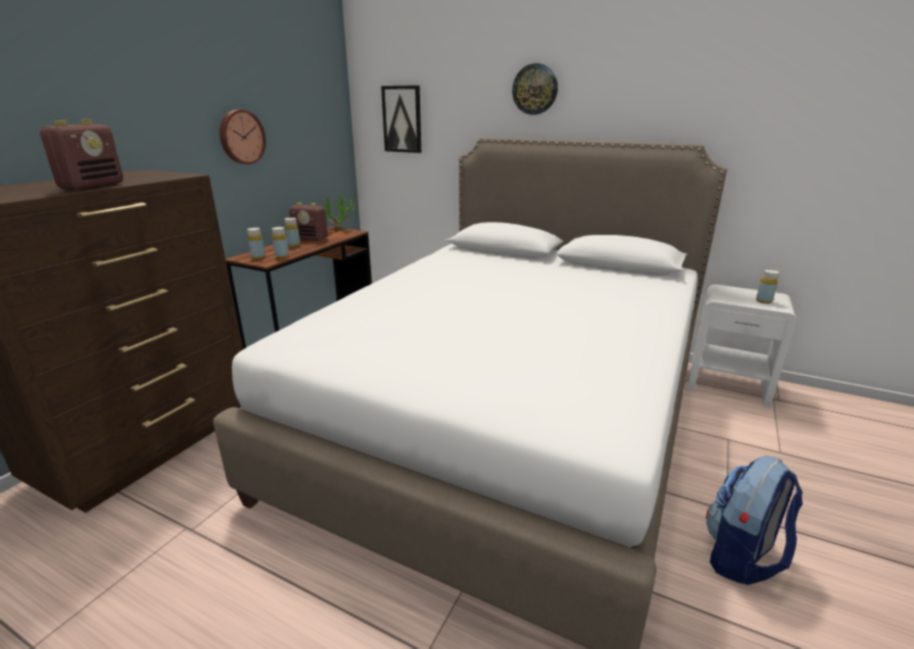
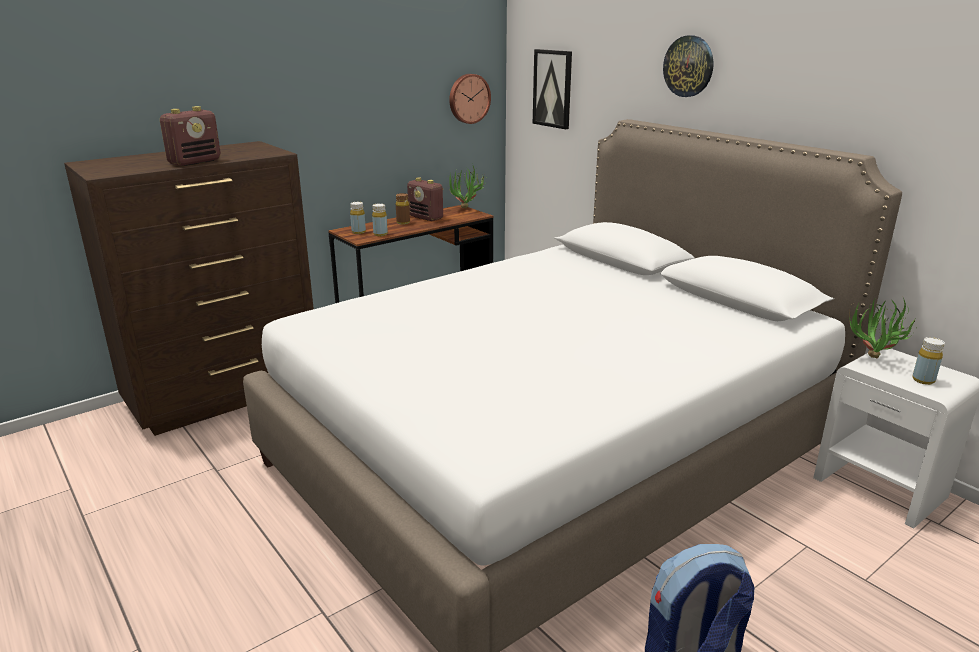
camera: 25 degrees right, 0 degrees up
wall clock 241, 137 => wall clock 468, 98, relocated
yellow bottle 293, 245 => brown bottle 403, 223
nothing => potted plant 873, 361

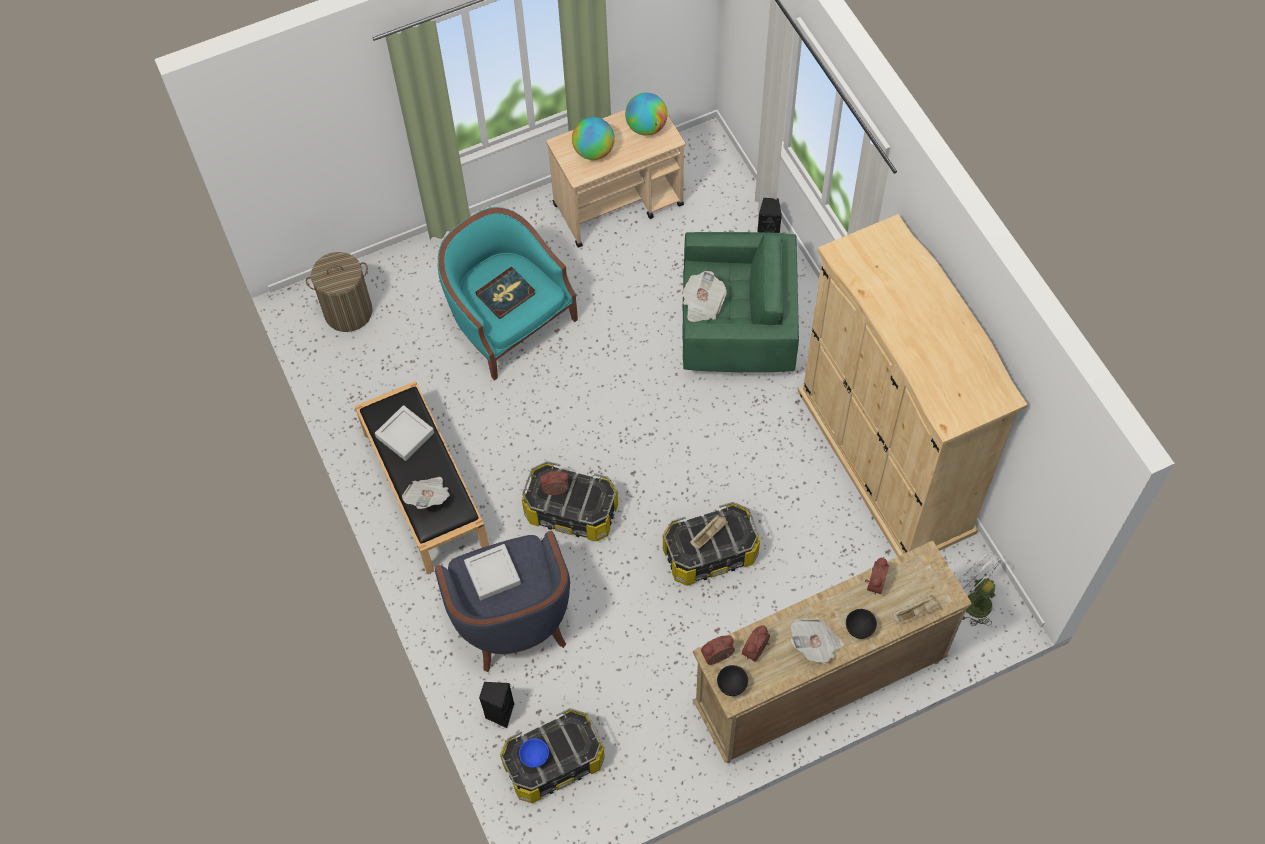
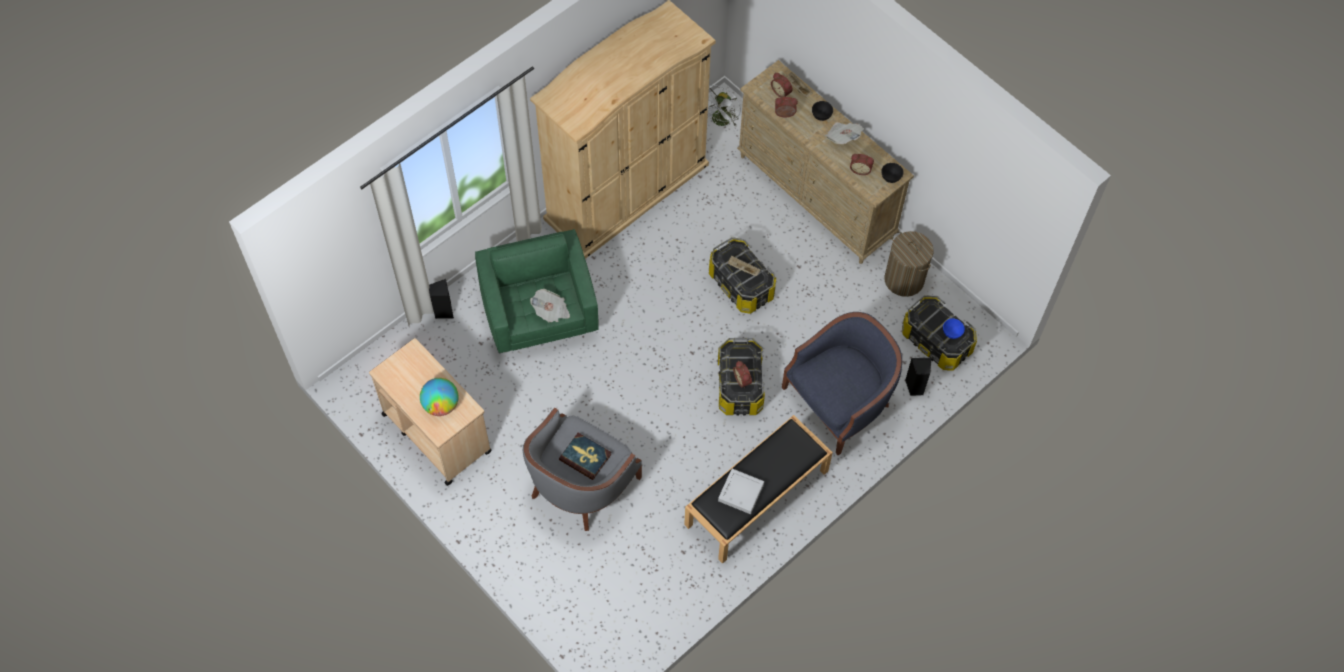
camera: 110 degrees left, 0 degrees up
globe 646, 127 => nothing
turquoise armchair 509, 321 => grey armchair 580, 484
laundry basket 348, 312 => laundry basket 904, 279, relocated
newspaper 429, 497 => nothing
grey tray 493, 574 => nothing
alarm clock 718, 657 => alarm clock 781, 92, relocated

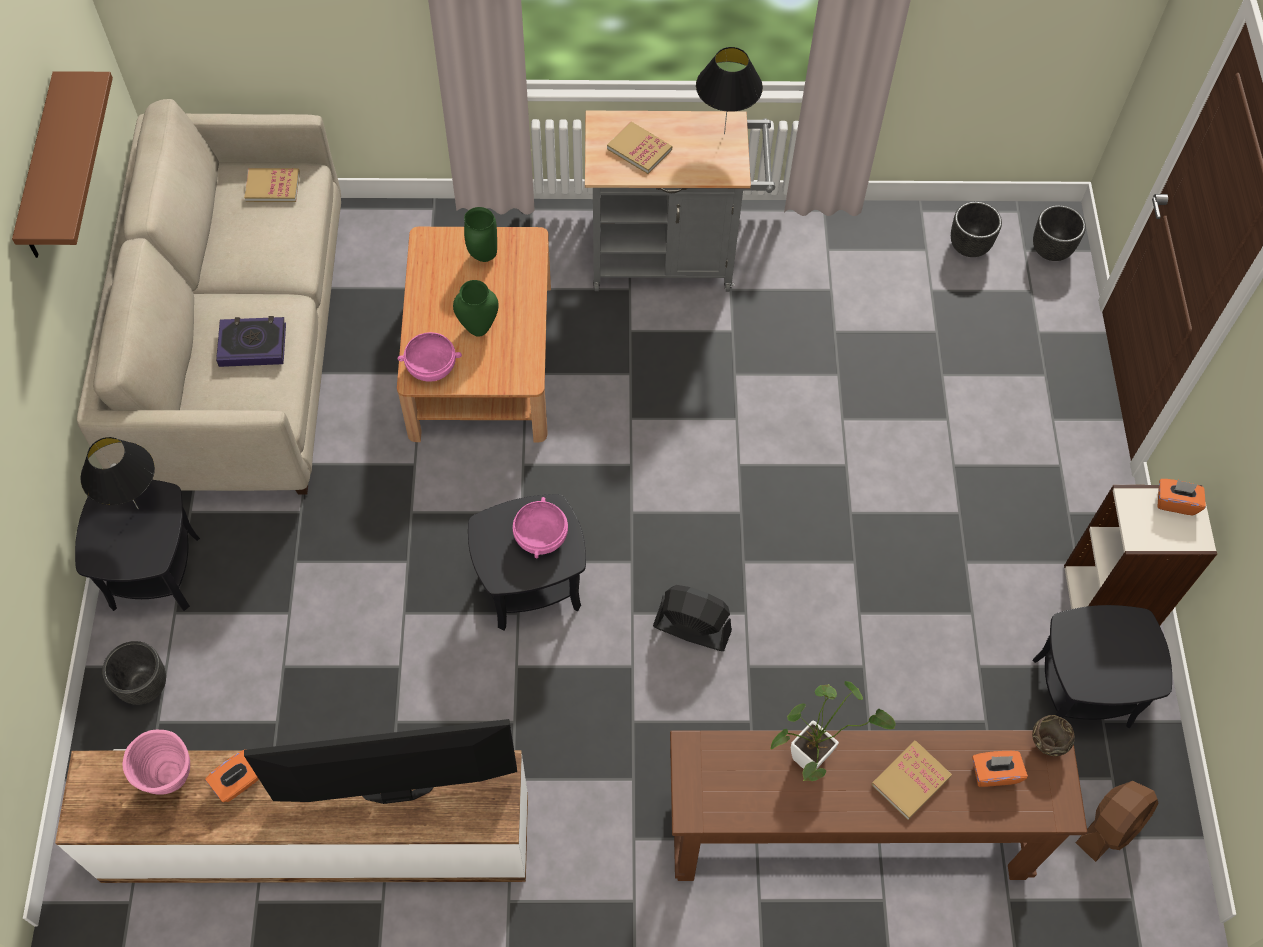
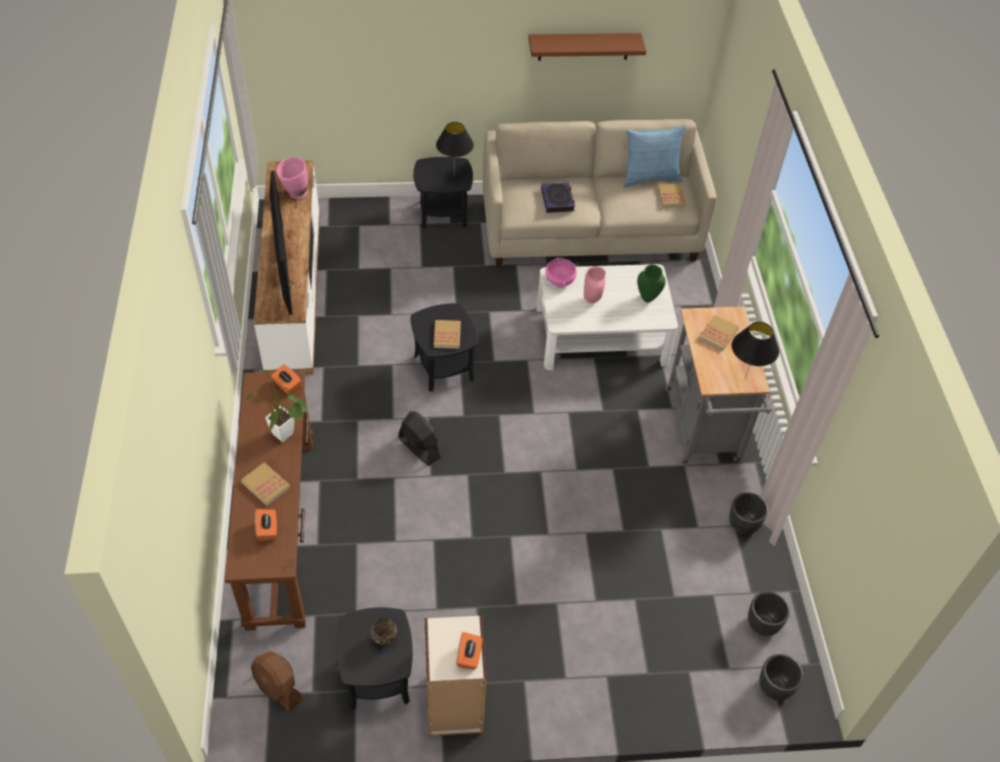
camera: 85 degrees right, 10 degrees down
brown coffee table 481, 358 => white coffee table 601, 335
green vase 478, 328 => pink vase 592, 300
pink bowl 541, 538 => book 447, 335
black fan 691, 628 => black fan 419, 447, 60 degrees counterclockwise
black planter 145, 686 => black planter 743, 525, relocated
brown bowl 1046, 743 => brown bowl 384, 638, relocated
orange tissue box 238, 782 => orange tissue box 287, 386, relocated
nothing => pillow 649, 177

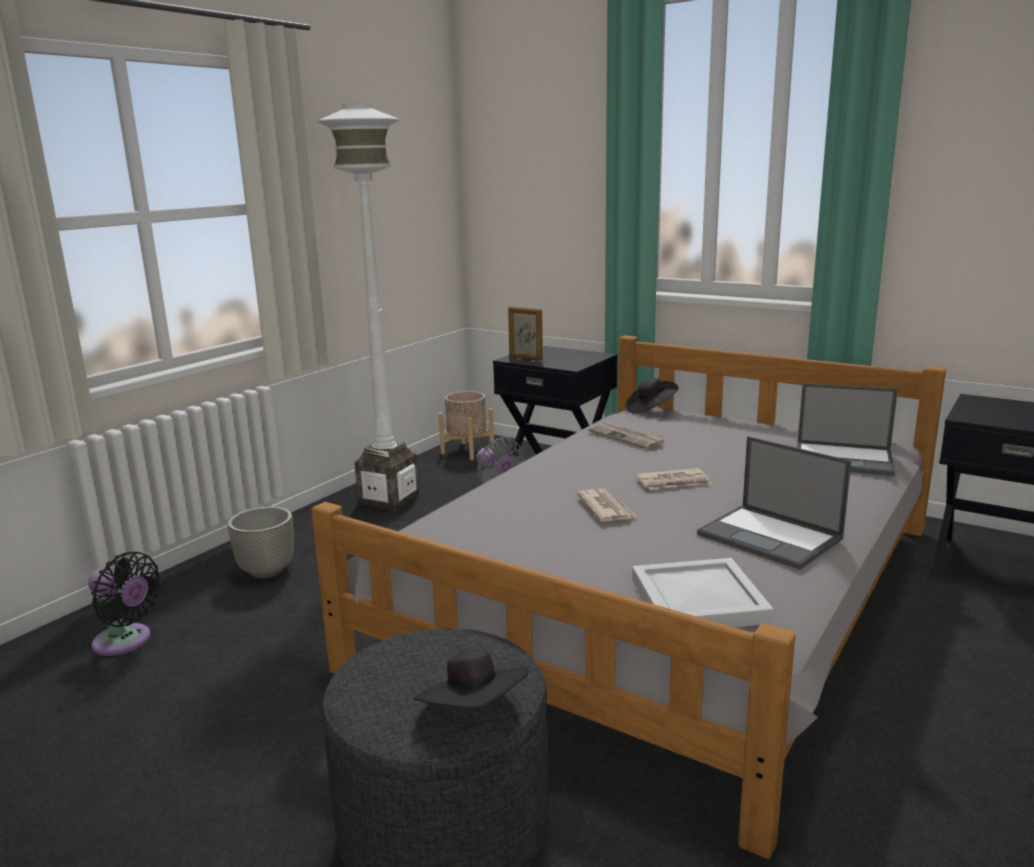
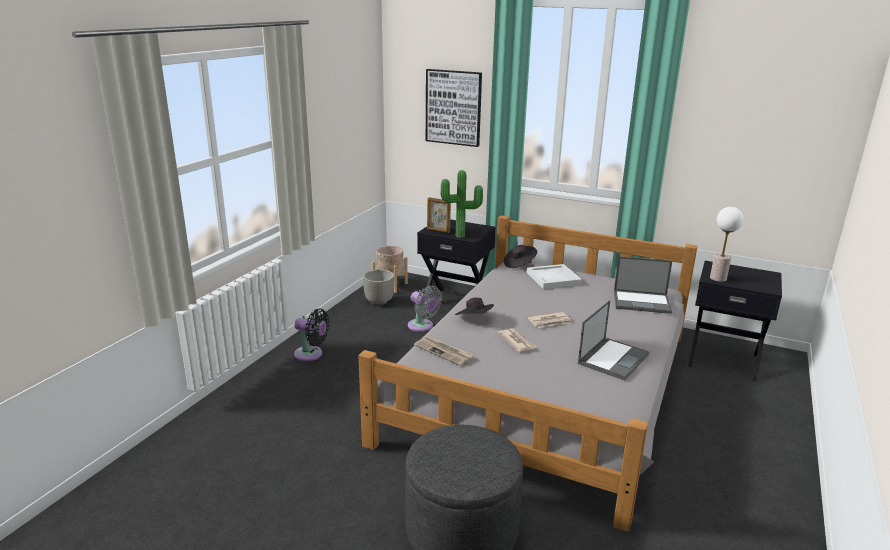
camera: 10 degrees left, 5 degrees up
white floor lamp 389, 499 => nothing
newspaper 627, 438 => newspaper 444, 352, relocated
laptop 771, 537 => laptop 613, 358, 90 degrees counterclockwise
planter 266, 571 => planter 378, 302, relocated
black fan 126, 642 => black fan 311, 354, relocated
white tray 699, 599 => white tray 553, 278, relocated
black hat 474, 712 => black hat 474, 319, relocated
nothing => picture 453, 107
nothing => potted plant 460, 236
nothing => table lamp 718, 278

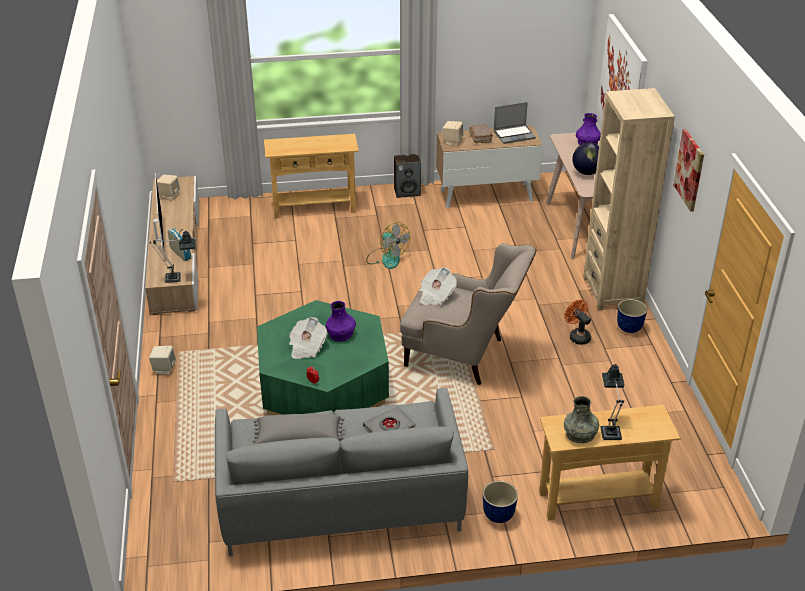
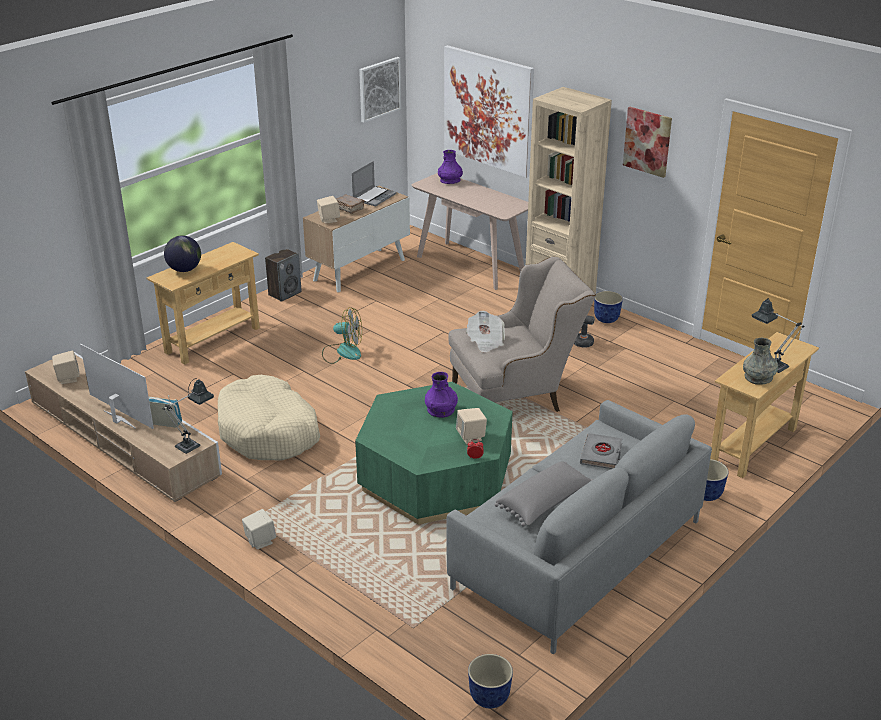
camera: 40 degrees left, 5 degrees down
globe 587, 172 => globe 184, 270, relocated
newspaper 307, 347 => nothing
nothing => picture 379, 89
nothing => beige dog bed 268, 432
nothing => beige speaker 471, 437
nothing => planter 488, 698

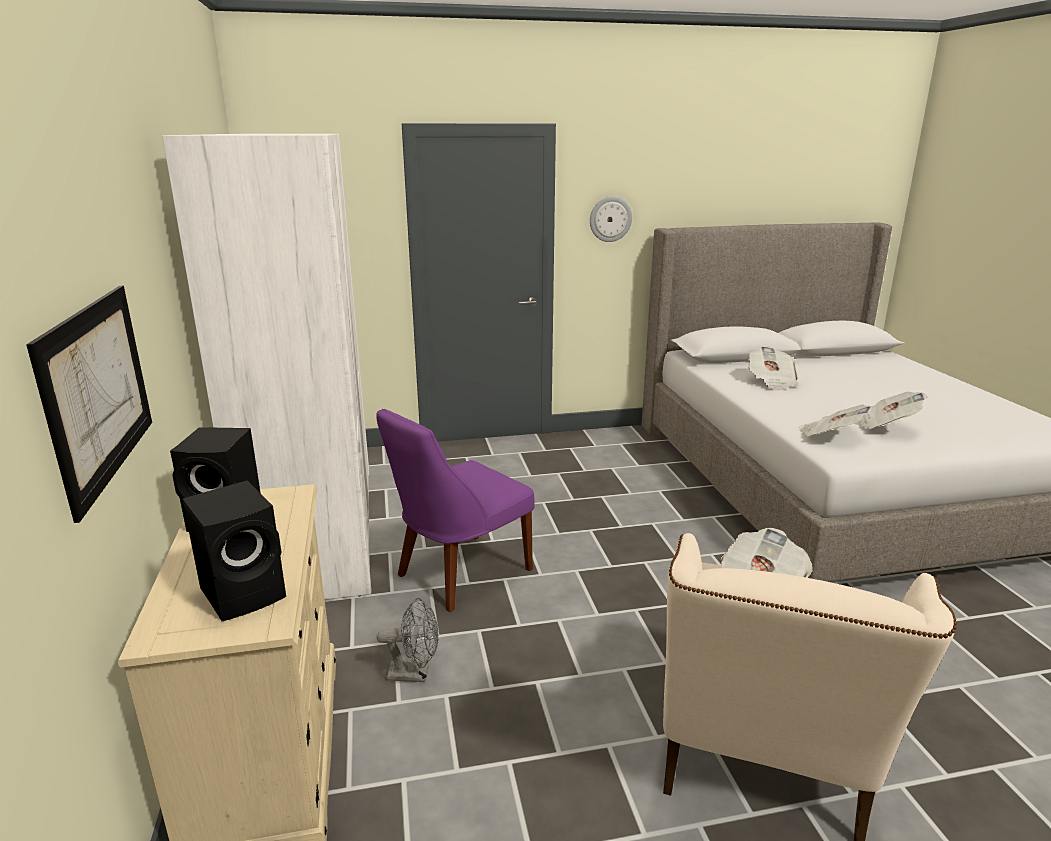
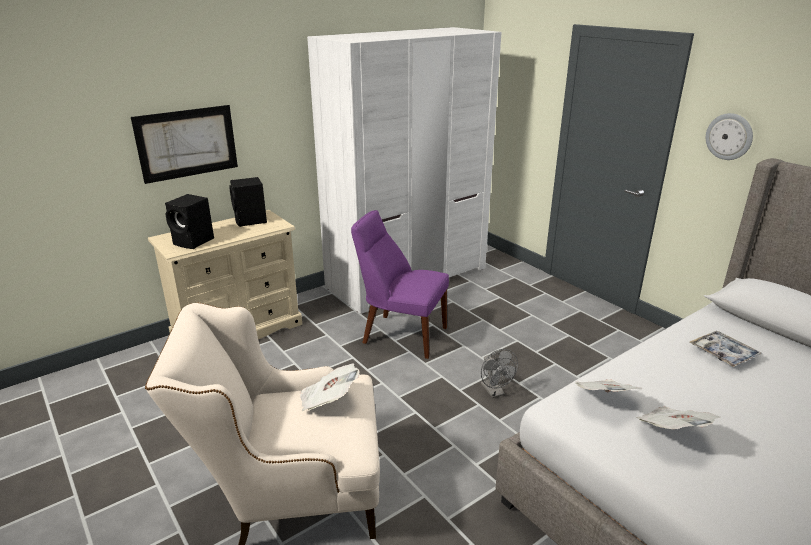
camera: 65 degrees right, 5 degrees up
newspaper 771, 382 => tray 723, 353
grey fan 415, 674 => grey fan 495, 392, relocated

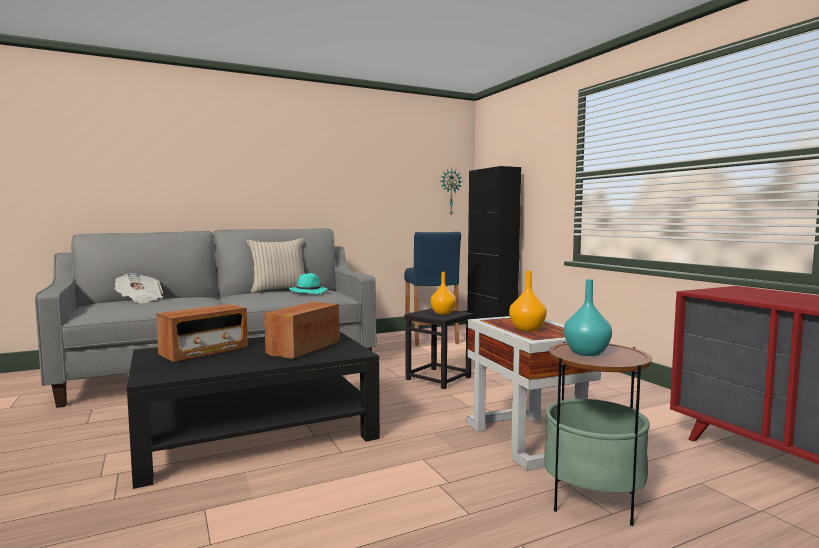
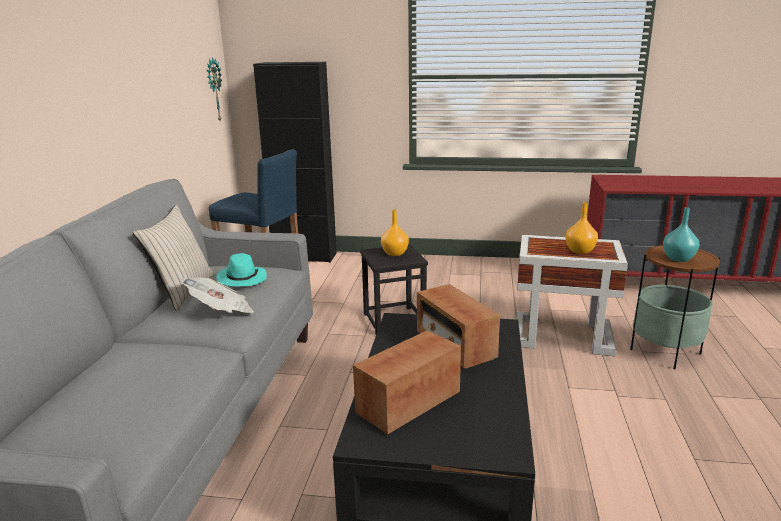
camera: 55 degrees left, 15 degrees up
newspaper 140, 300 => newspaper 221, 311, relocated
radio 204, 351 => radio 408, 403, 120 degrees counterclockwise

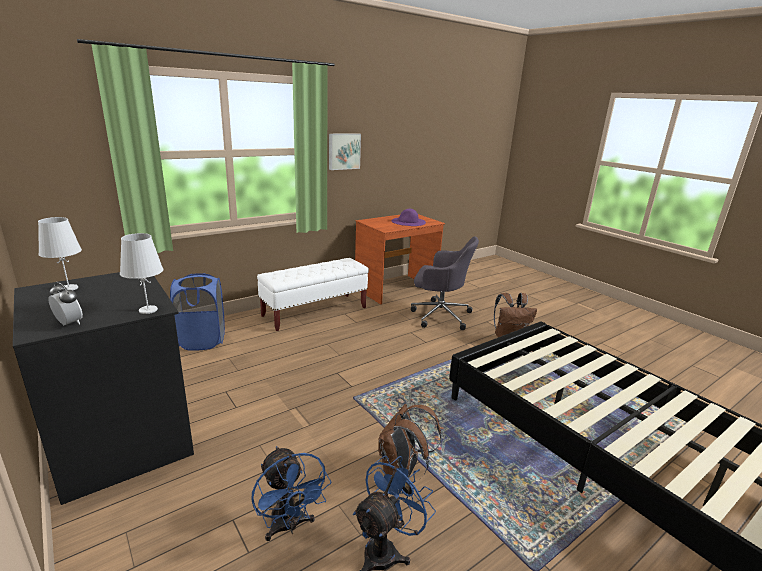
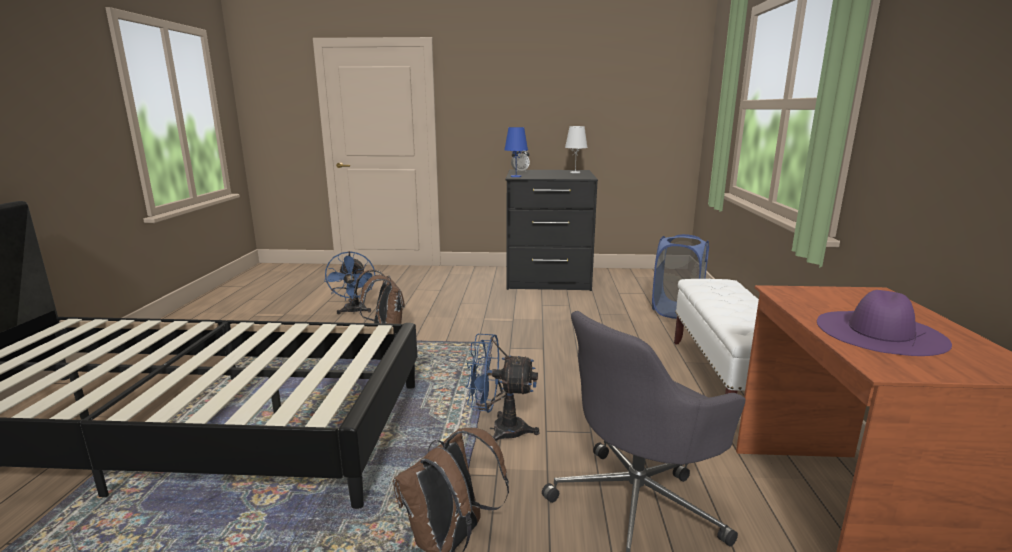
camera: 130 degrees right, 5 degrees down
picture 343, 151 => nothing
white table lamp 148, 310 => blue table lamp 516, 176
blue fan 289, 526 => blue fan 499, 430, relocated

